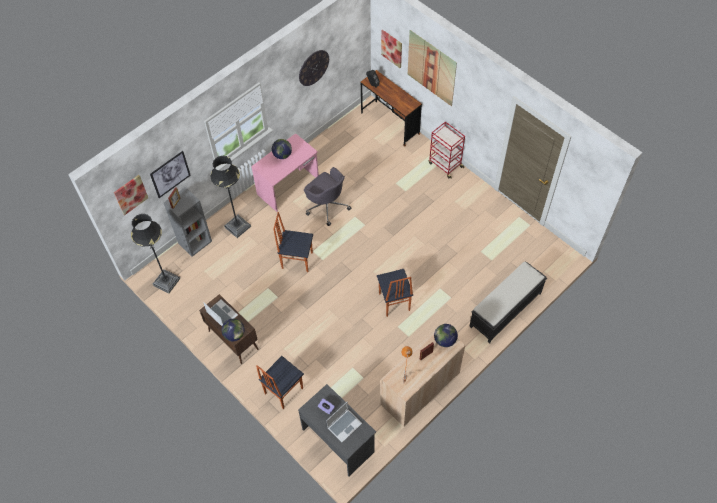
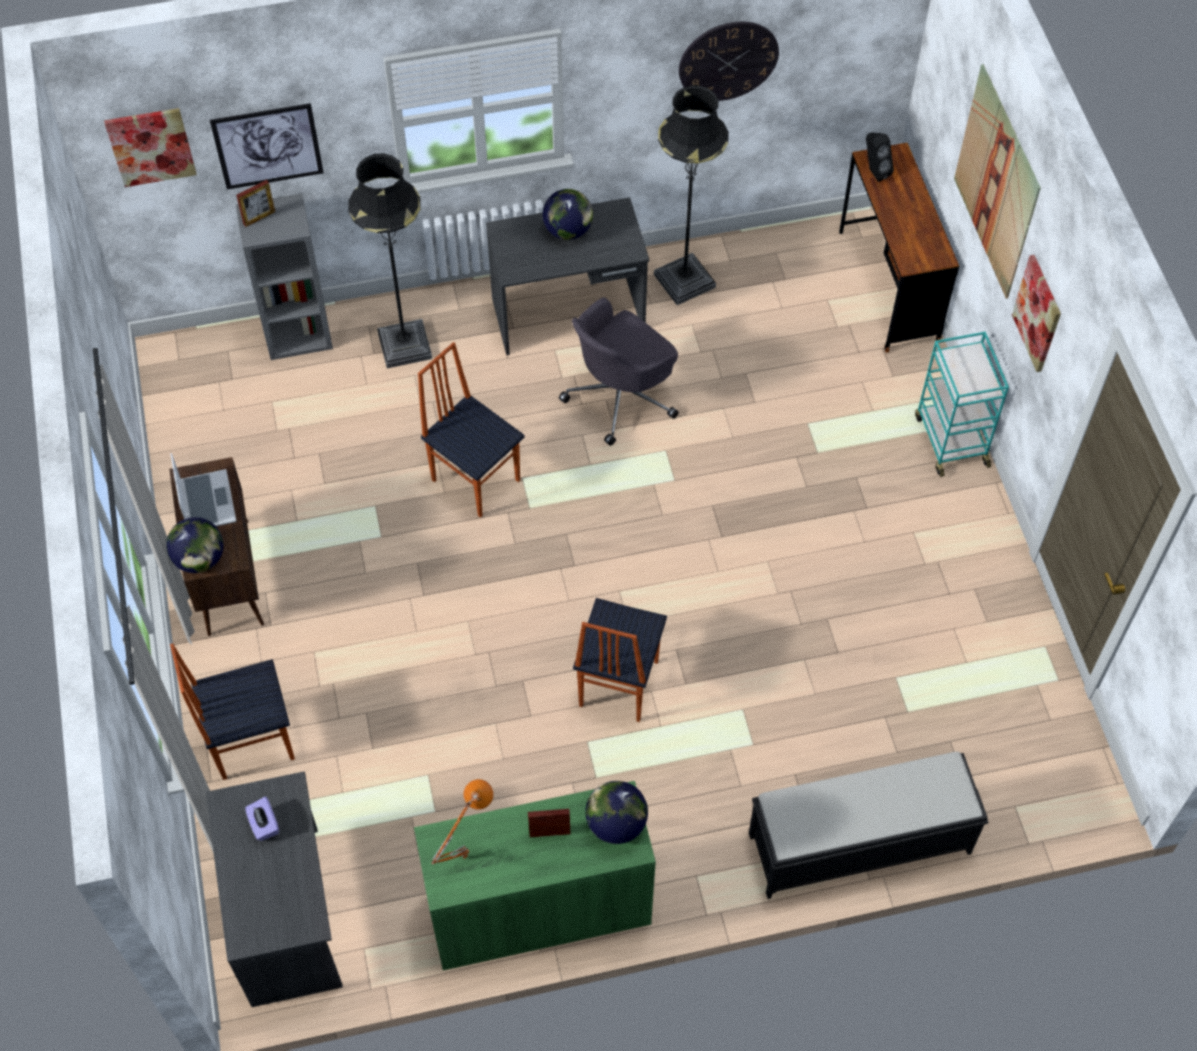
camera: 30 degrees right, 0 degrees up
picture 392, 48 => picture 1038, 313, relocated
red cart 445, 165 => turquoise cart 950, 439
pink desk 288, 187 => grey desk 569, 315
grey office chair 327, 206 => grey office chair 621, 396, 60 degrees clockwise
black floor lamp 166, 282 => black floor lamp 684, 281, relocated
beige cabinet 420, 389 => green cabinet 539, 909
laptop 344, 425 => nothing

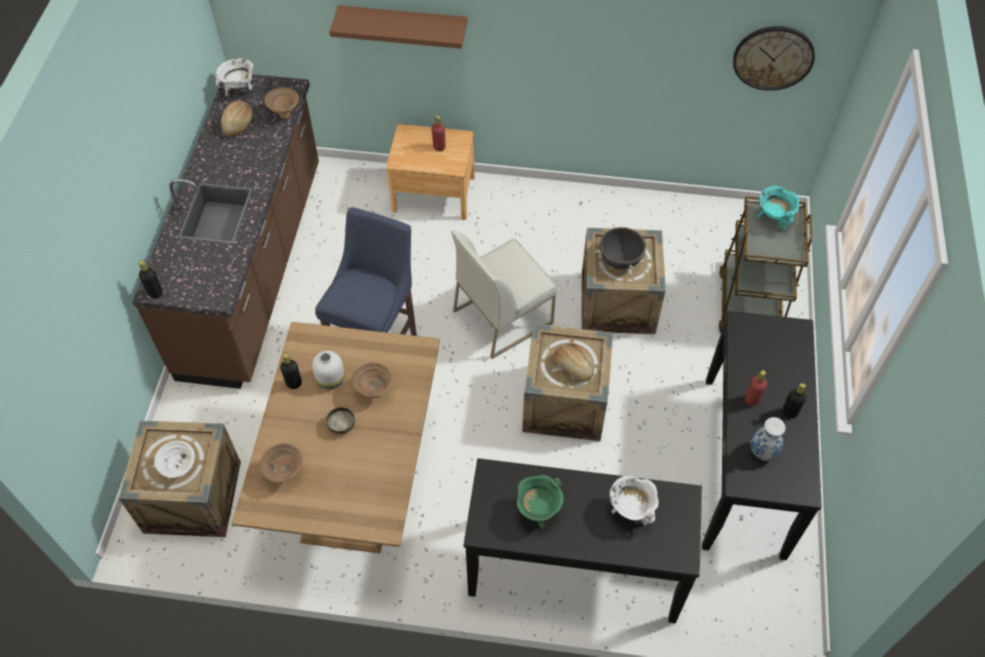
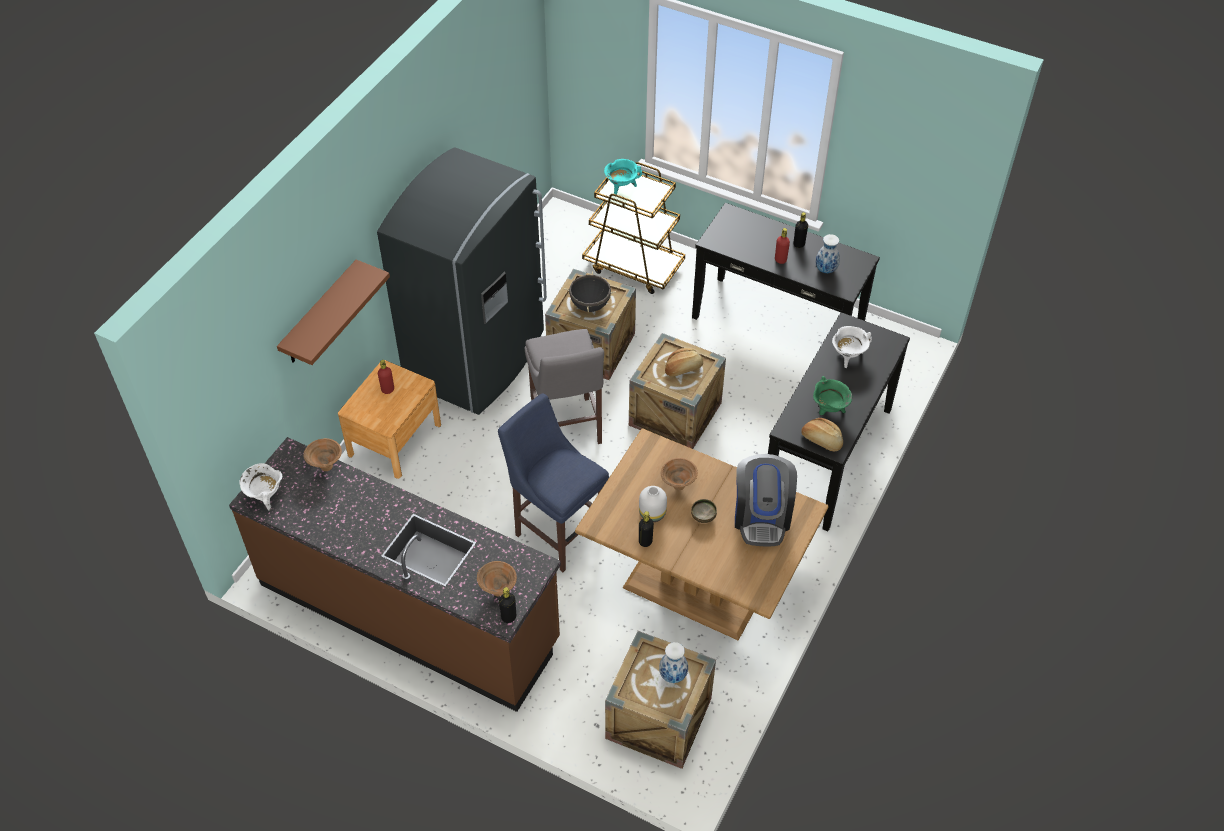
camera: 70 degrees left, 5 degrees down
wall clock 773, 57 => nothing
bread 238, 124 => bread 821, 440, relocated
white chair 503, 316 => grey stool 567, 429
white bowl 181, 470 => vase 673, 675
brown bowl 285, 473 => brown bowl 497, 590, relocated
nothing => grey fridge 478, 358
nothing => coffee machine 762, 516

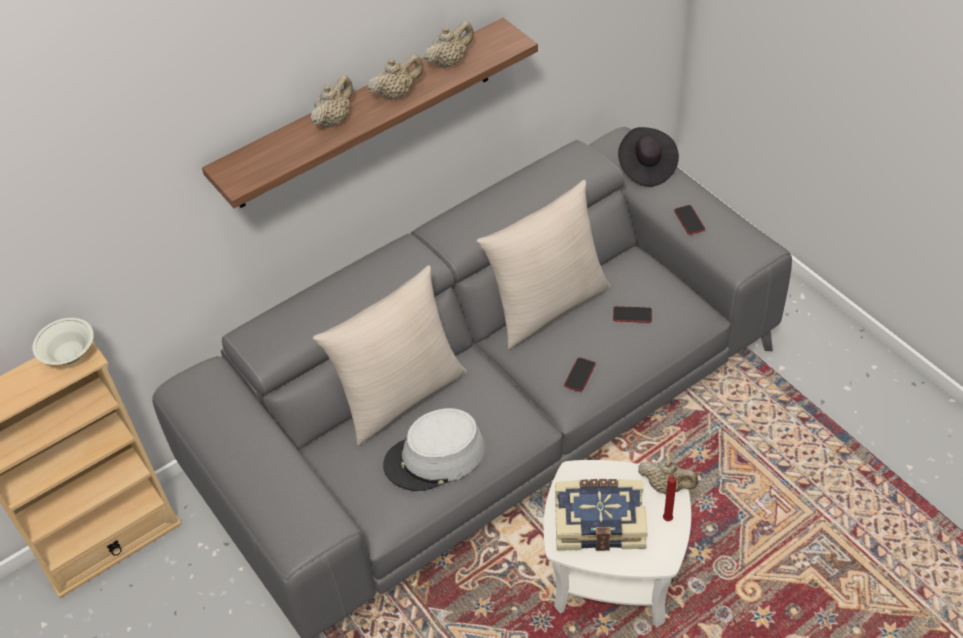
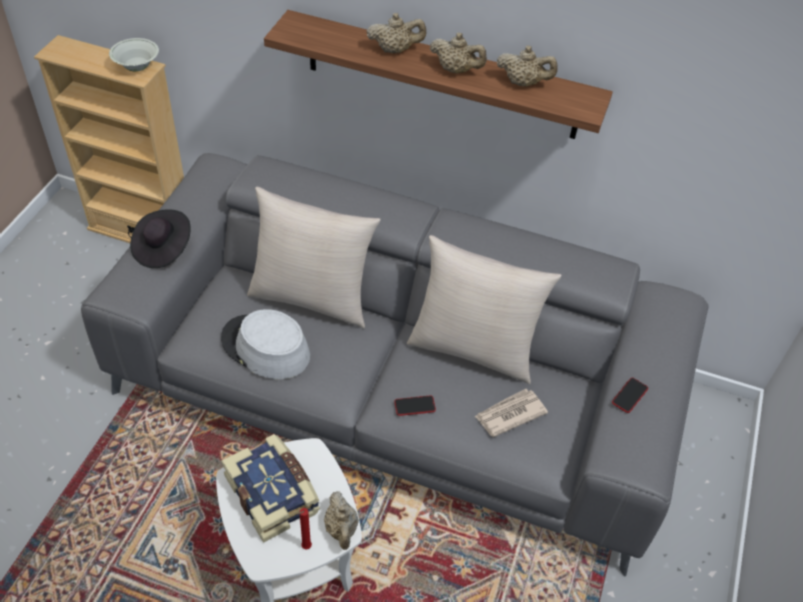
camera: 50 degrees right, 0 degrees up
black hat 646, 167 => black hat 162, 249, relocated
phone 632, 315 => newspaper 509, 414

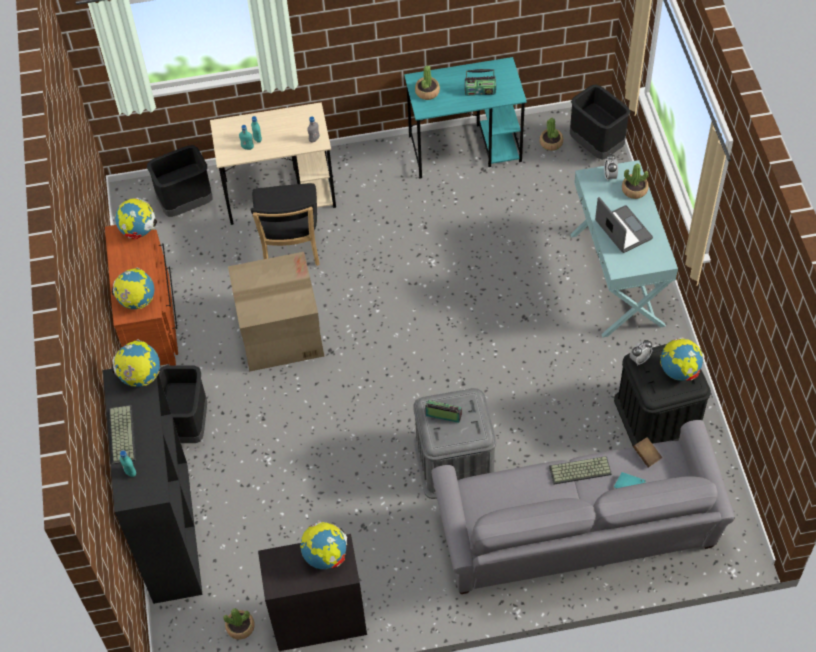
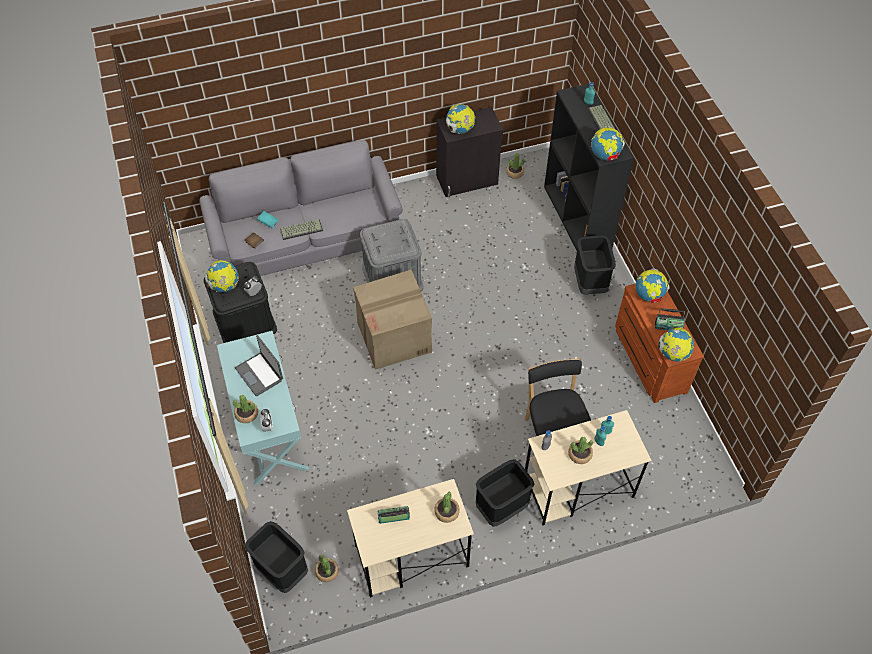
camera: 170 degrees right, 0 degrees up
turquoise desk 466, 148 => beige desk 410, 556
black trash can 186, 204 => black trash can 501, 509, relocated
cardboard box 279, 333 => cardboard box 395, 337, relocated
radio 443, 416 => radio 668, 326, relocated
nothing => potted plant 579, 454

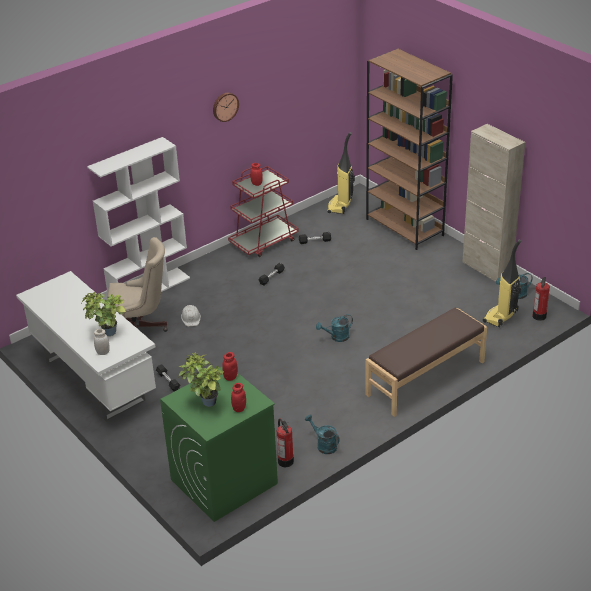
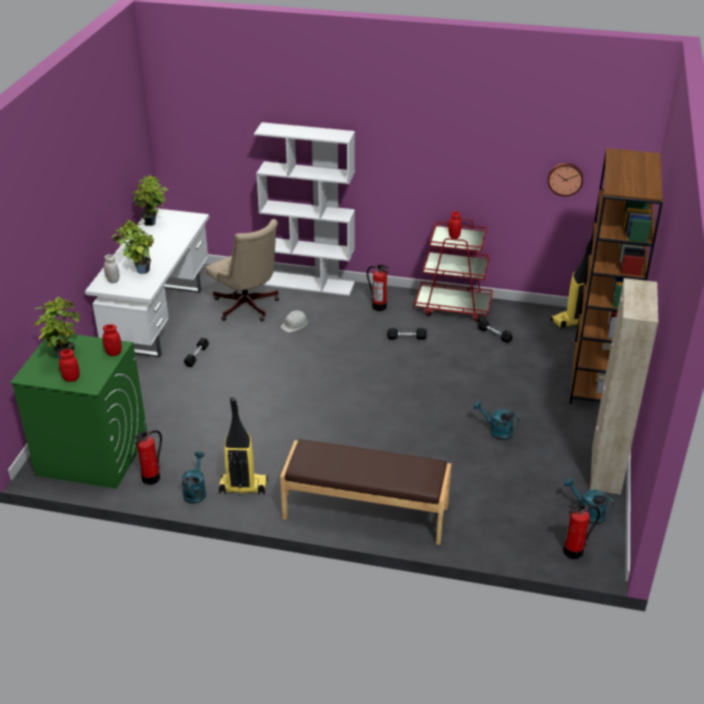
camera: 50 degrees right, 0 degrees up
wall clock 225, 106 => wall clock 565, 178, relocated
vacuum cleaner 501, 317 => vacuum cleaner 242, 487, relocated
turquoise watering can 336, 337 => turquoise watering can 496, 431, relocated
nothing => potted plant 152, 224
nothing => fire extinguisher 379, 306

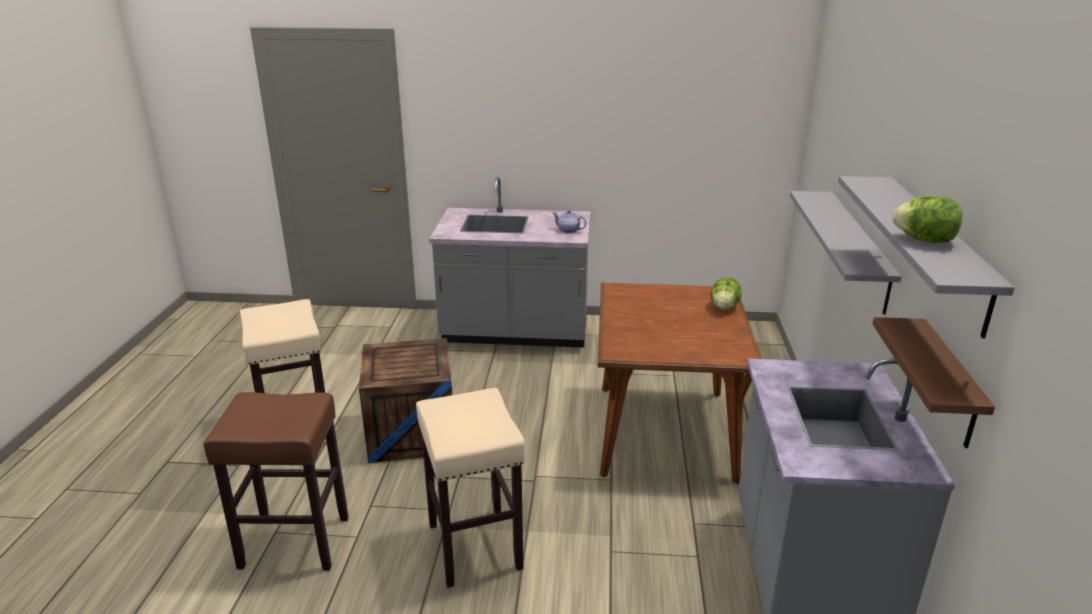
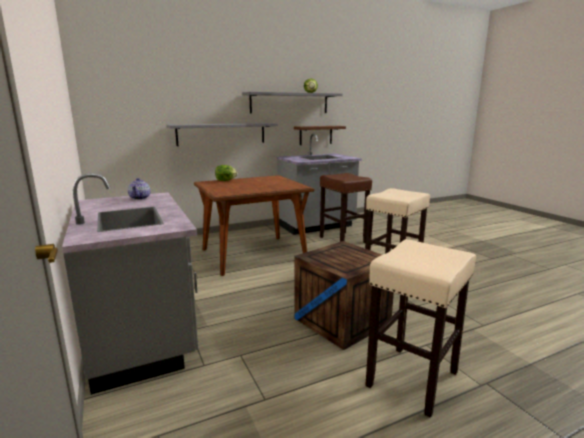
camera: 120 degrees left, 10 degrees down
brown stool 293, 542 => brown stool 343, 240, relocated

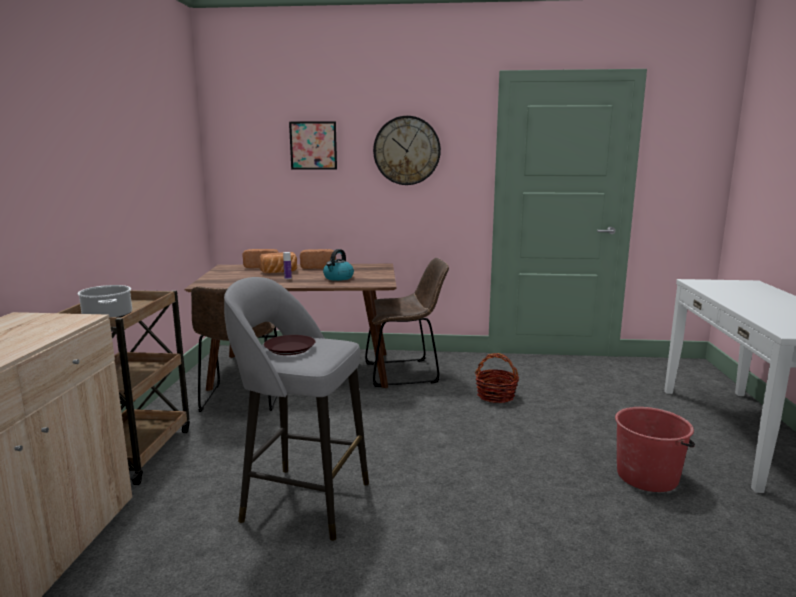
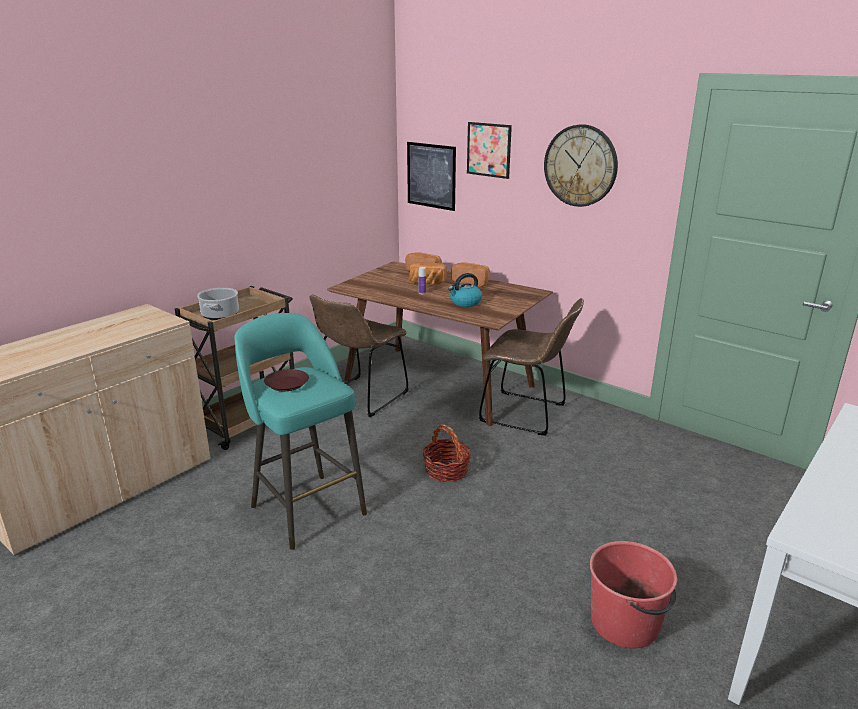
camera: 35 degrees right, 10 degrees up
grey stool 303, 501 => turquoise stool 306, 508
basket 496, 396 => basket 446, 471, relocated
nothing => picture 431, 176

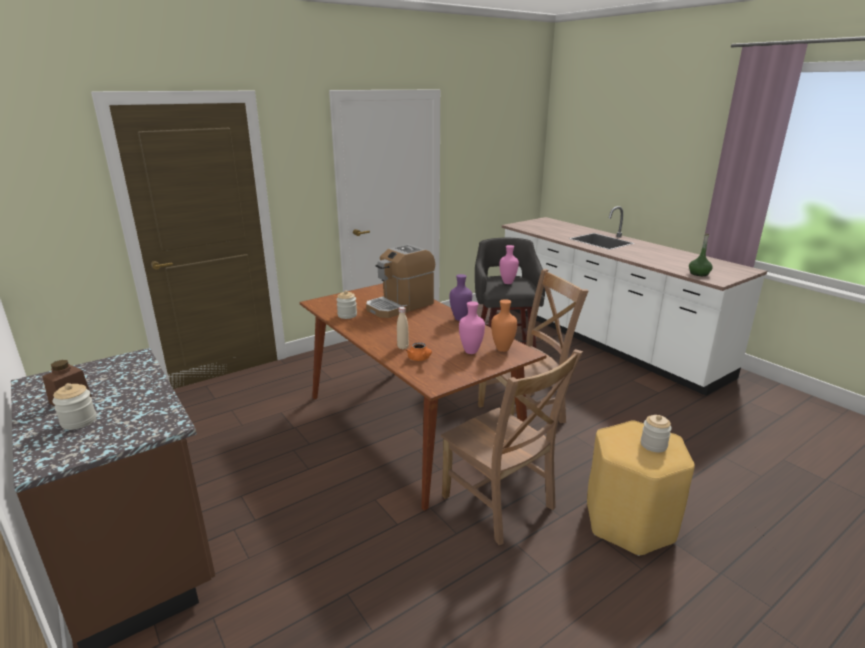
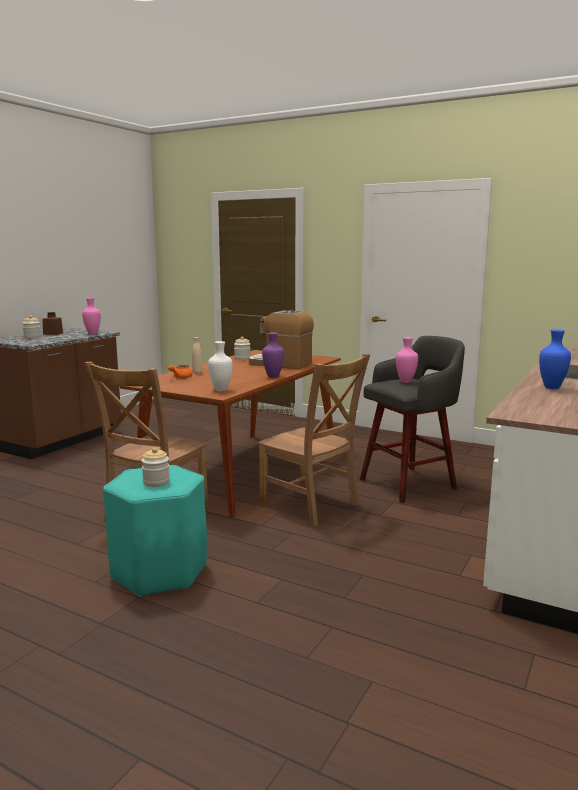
camera: 65 degrees right, 10 degrees down
green bottle 699, 274 => nothing
orange vase 503, 349 => white vase 221, 390
pink vase 470, 351 => pink vase 92, 333, relocated
yellow stool 630, 522 => turquoise stool 159, 572
nothing => blue vase 552, 388

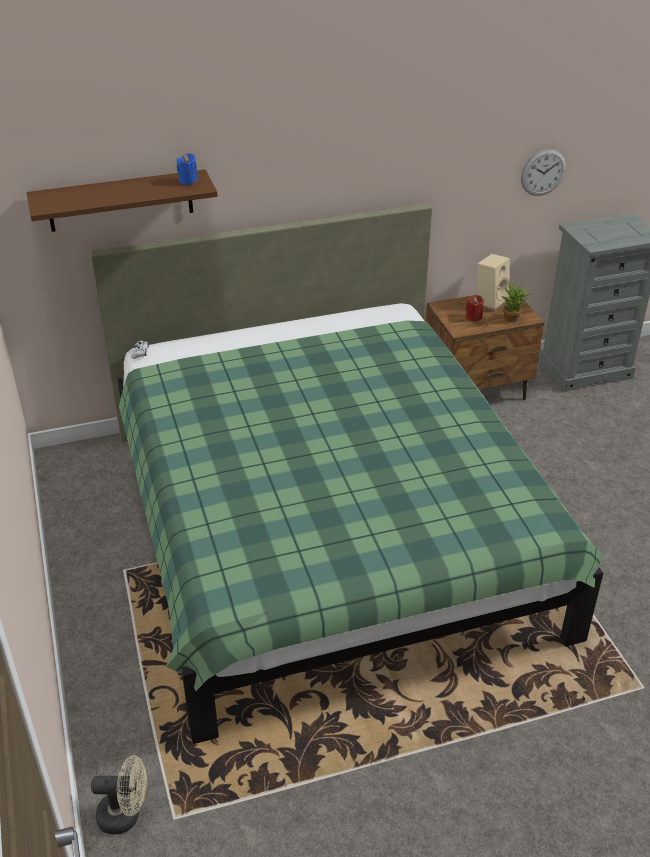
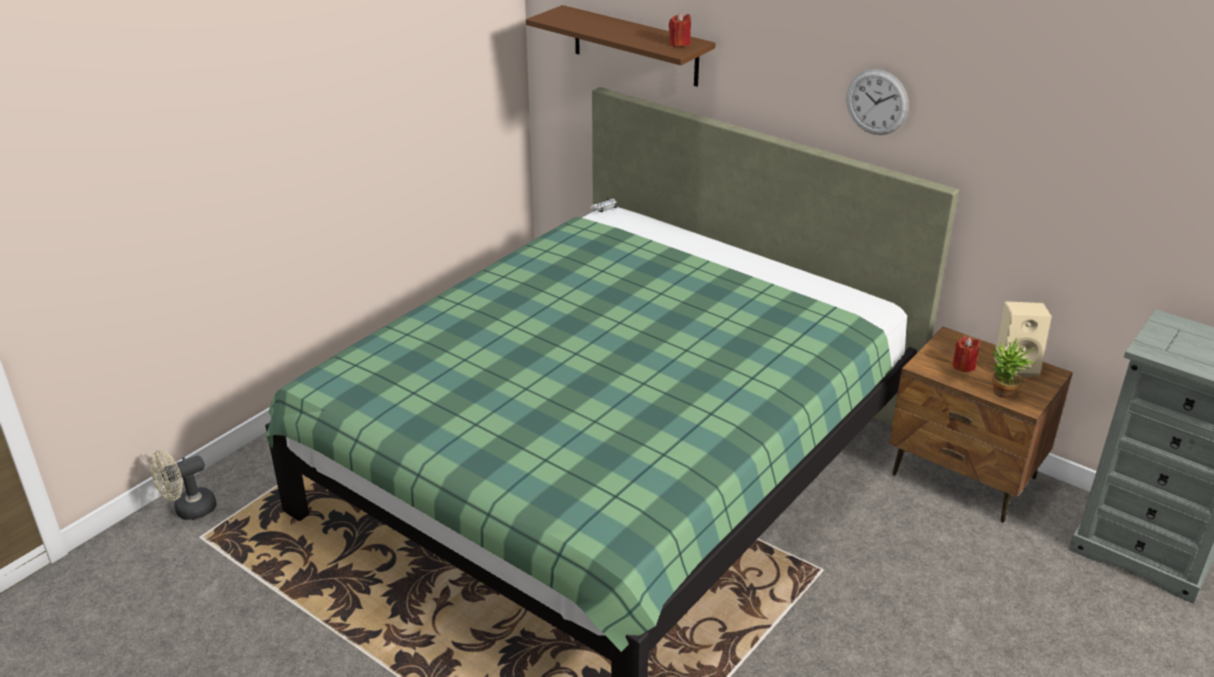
camera: 55 degrees right, 5 degrees down
wall clock 543, 172 => wall clock 877, 102, relocated
blue candle 188, 181 => red candle 679, 44
beige fan 125, 815 => beige fan 188, 510, 90 degrees clockwise

